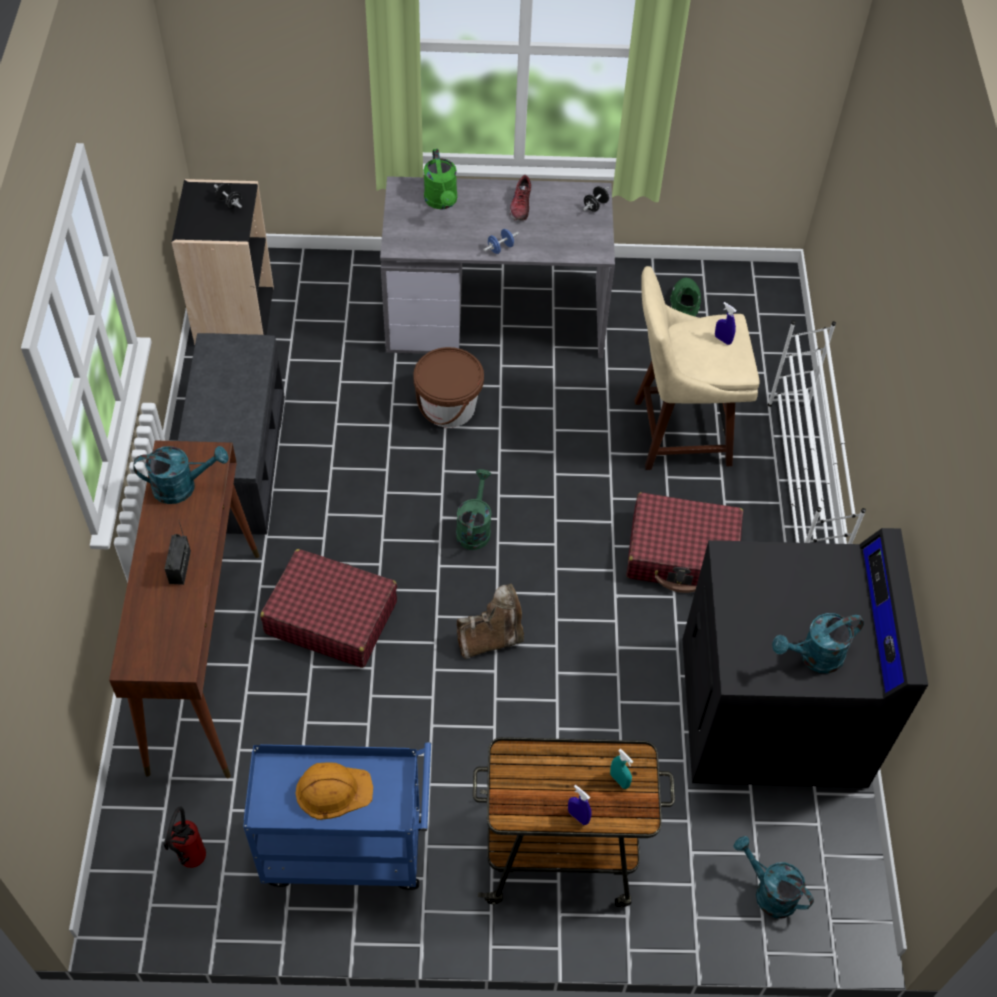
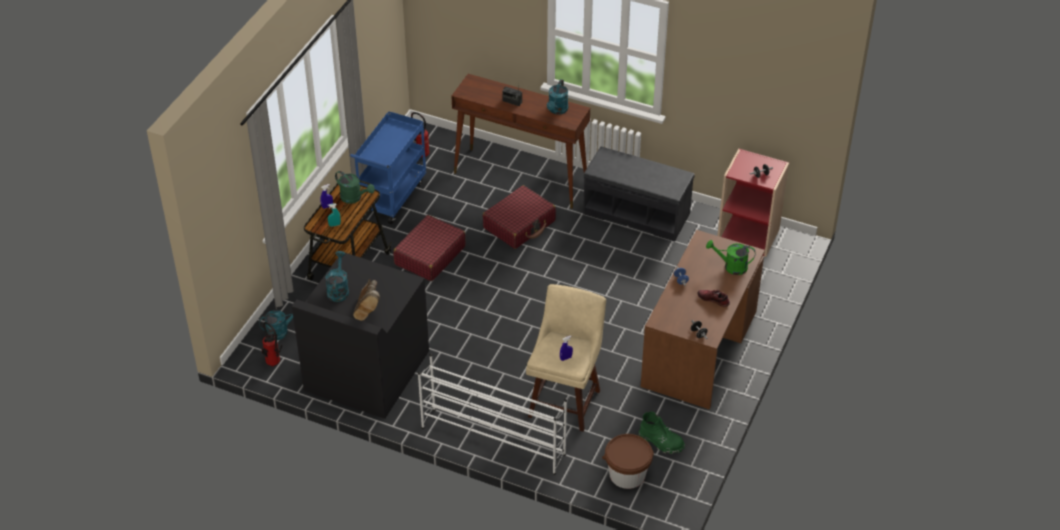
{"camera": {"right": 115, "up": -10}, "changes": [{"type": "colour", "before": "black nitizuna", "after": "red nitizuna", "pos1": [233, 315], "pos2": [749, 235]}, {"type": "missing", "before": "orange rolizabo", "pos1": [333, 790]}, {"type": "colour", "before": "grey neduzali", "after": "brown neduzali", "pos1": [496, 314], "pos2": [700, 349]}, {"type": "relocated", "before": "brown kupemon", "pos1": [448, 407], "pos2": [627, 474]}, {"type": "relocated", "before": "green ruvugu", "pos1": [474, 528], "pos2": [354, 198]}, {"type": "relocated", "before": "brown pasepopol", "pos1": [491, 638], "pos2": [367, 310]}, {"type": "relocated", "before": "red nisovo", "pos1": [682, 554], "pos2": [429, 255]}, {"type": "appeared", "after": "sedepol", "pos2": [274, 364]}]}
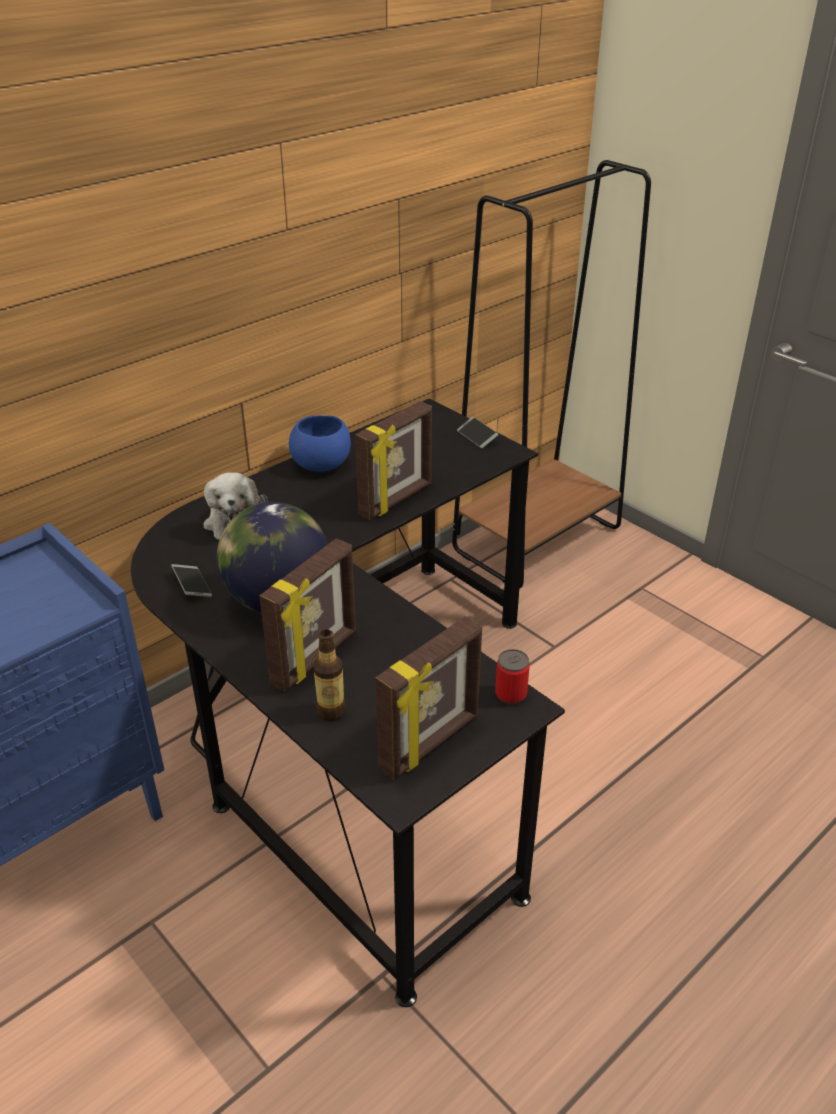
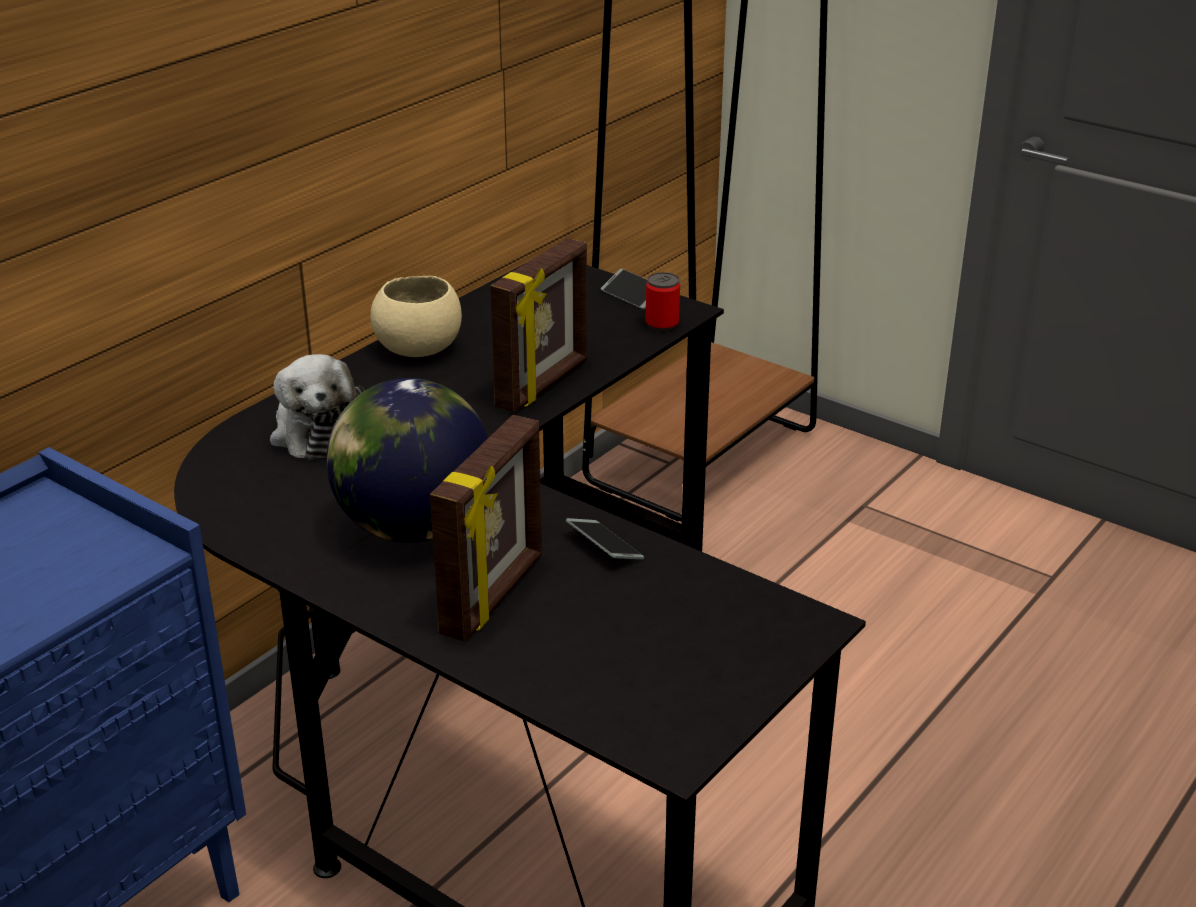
{"camera": {"right": -10, "up": -5}, "changes": [{"type": "relocated", "before": "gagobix", "pos1": [192, 585], "pos2": [604, 546]}, {"type": "colour", "before": "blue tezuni", "after": "beige tezuni", "pos1": [322, 464], "pos2": [420, 348]}, {"type": "missing", "before": "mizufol", "pos1": [331, 711]}, {"type": "missing", "before": "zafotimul", "pos1": [431, 744]}, {"type": "relocated", "before": "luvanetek", "pos1": [510, 694], "pos2": [662, 324]}]}
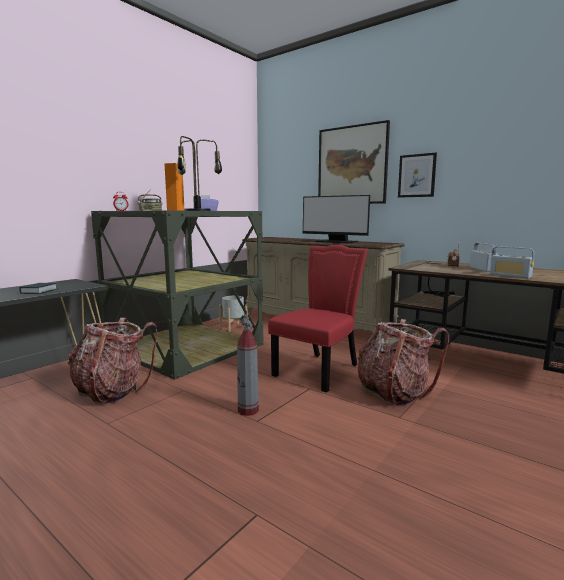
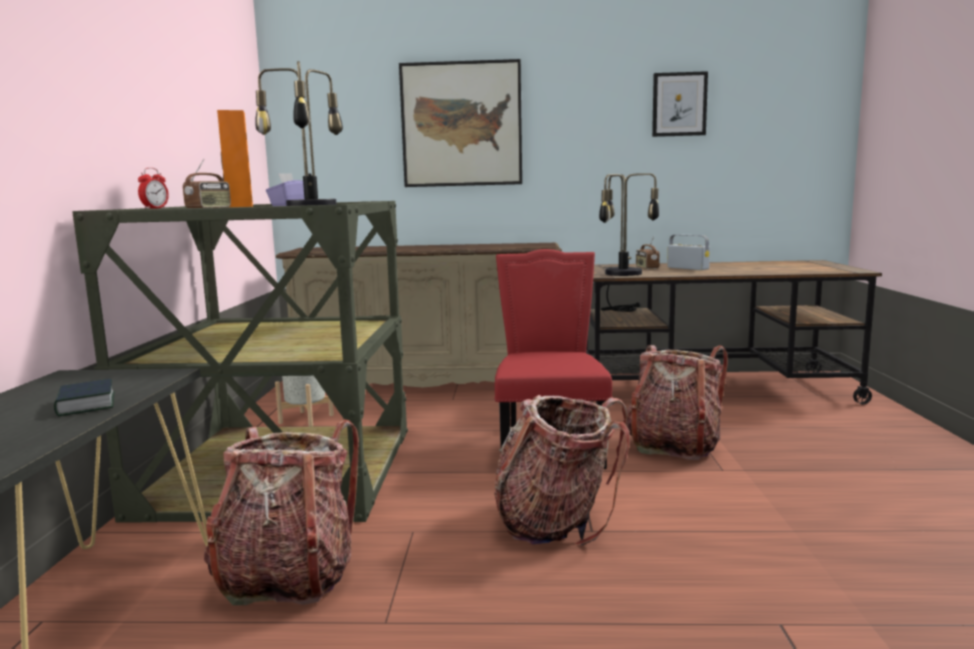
{"camera": {"right": -35, "up": 0}, "changes": [{"type": "exchanged", "before": "sedepol", "after": "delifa", "pos1": [248, 410], "pos2": [557, 523]}, {"type": "missing", "before": "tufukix", "pos1": [336, 242]}, {"type": "relocated", "before": "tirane", "pos1": [417, 175], "pos2": [679, 104]}, {"type": "missing", "before": "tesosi", "pos1": [510, 276]}, {"type": "appeared", "after": "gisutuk", "pos2": [622, 273]}]}
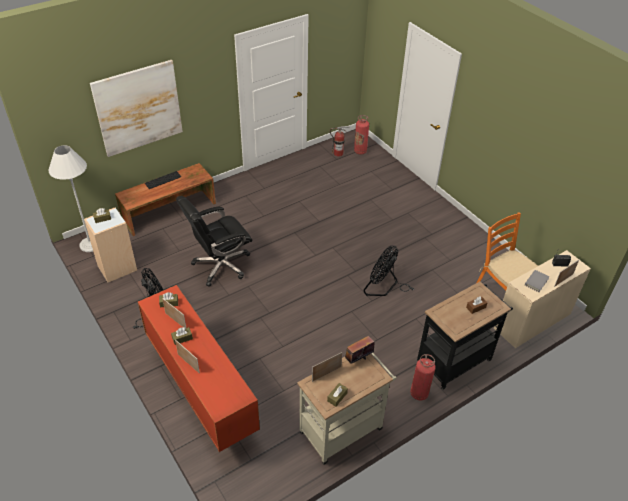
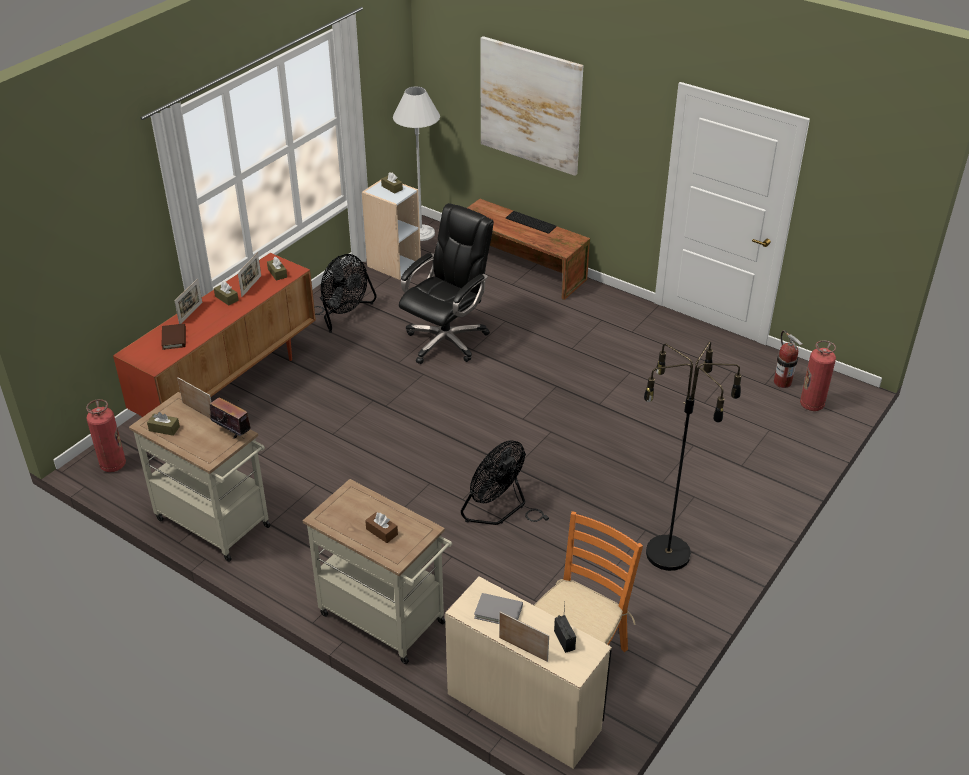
{"camera": {"right": 70, "up": -5}, "changes": [{"type": "spun", "before": "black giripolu", "pos1": [221, 266], "pos2": [447, 340], "turn": 90}, {"type": "spun", "before": "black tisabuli", "pos1": [386, 285], "pos2": [505, 508], "turn": -60}, {"type": "relocated", "before": "sedepol", "pos1": [419, 393], "pos2": [113, 465]}, {"type": "colour", "before": "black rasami", "after": "beige rasami", "pos1": [456, 361], "pos2": [385, 620]}, {"type": "appeared", "after": "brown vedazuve", "pos2": [174, 338]}, {"type": "appeared", "after": "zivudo", "pos2": [668, 553]}]}
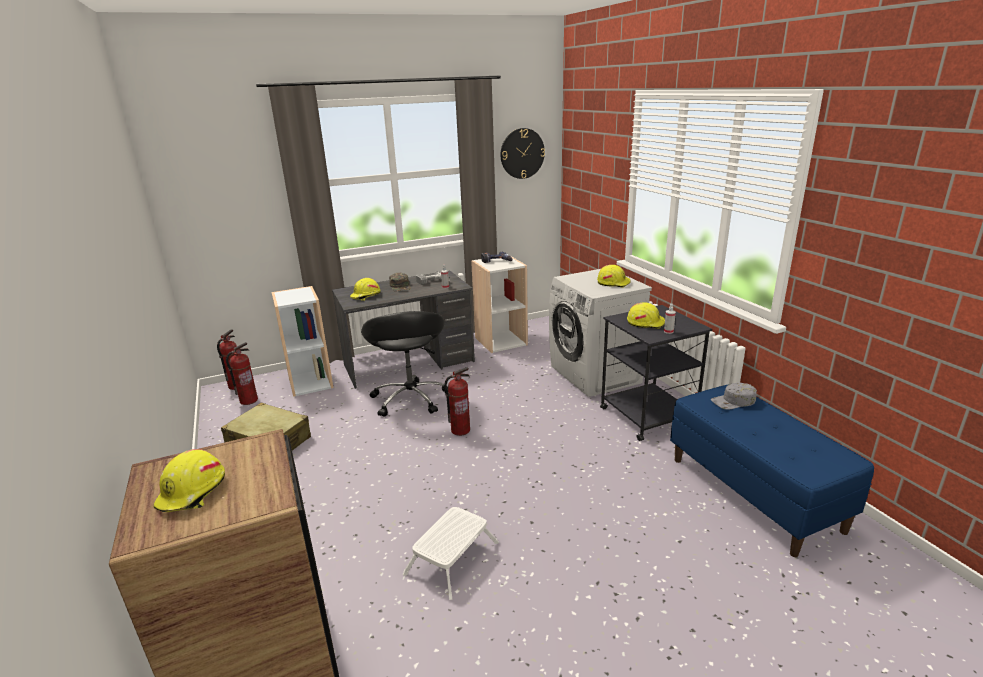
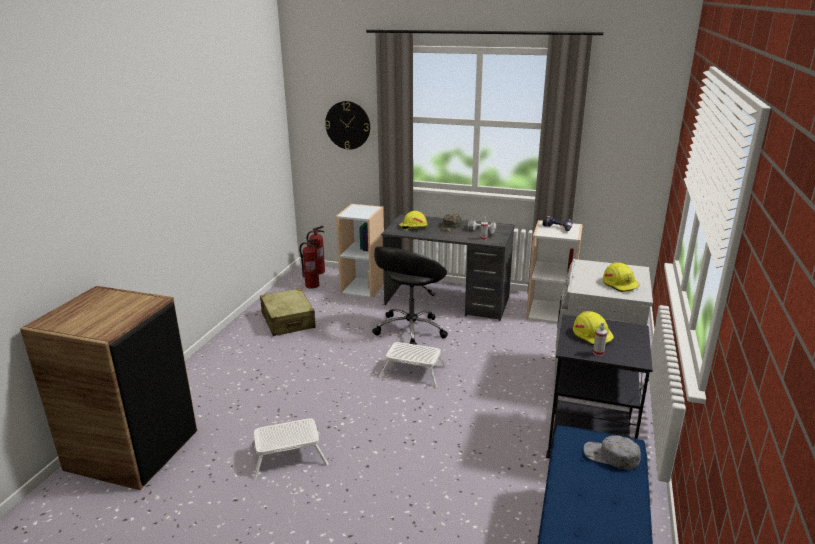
{"camera": {"right": 40, "up": 0}, "changes": [{"type": "missing", "before": "yellow rolizabo", "pos1": [193, 492]}, {"type": "exchanged", "before": "sedepol", "after": "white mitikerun", "pos1": [460, 430], "pos2": [413, 371]}, {"type": "relocated", "before": "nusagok", "pos1": [522, 153], "pos2": [348, 125]}]}
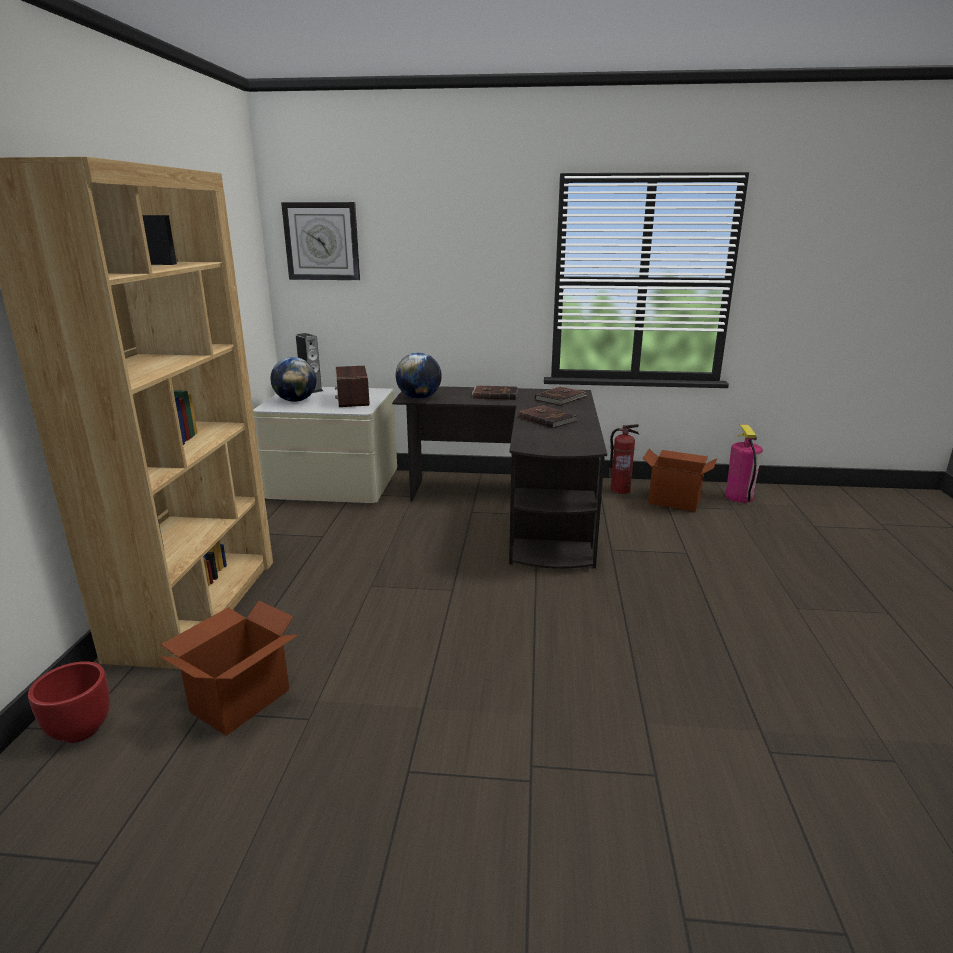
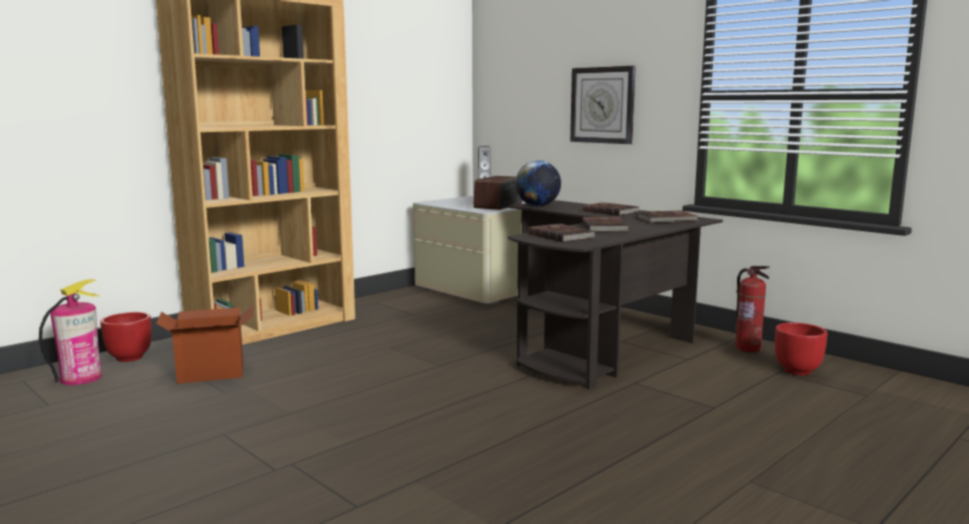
{"camera": {"right": 40, "up": -10}, "changes": [{"type": "missing", "before": "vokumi", "pos1": [295, 400]}, {"type": "relocated", "before": "nusagok", "pos1": [322, 241], "pos2": [602, 105]}, {"type": "exchanged", "before": "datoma", "after": "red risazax", "pos1": [674, 501], "pos2": [797, 371]}, {"type": "relocated", "before": "sedepol", "pos1": [738, 497], "pos2": [81, 378]}, {"type": "appeared", "after": "brown vedazuve", "pos2": [561, 236]}]}
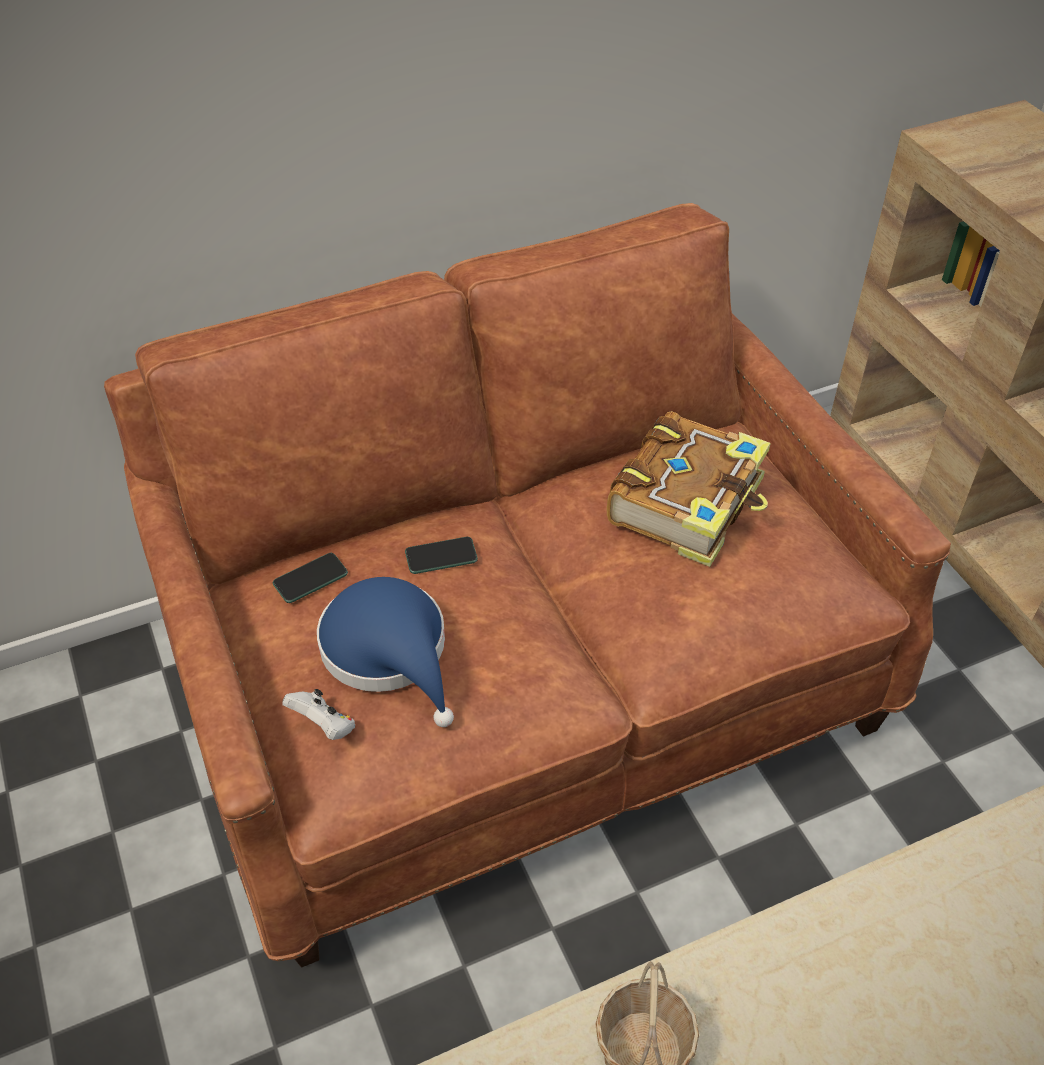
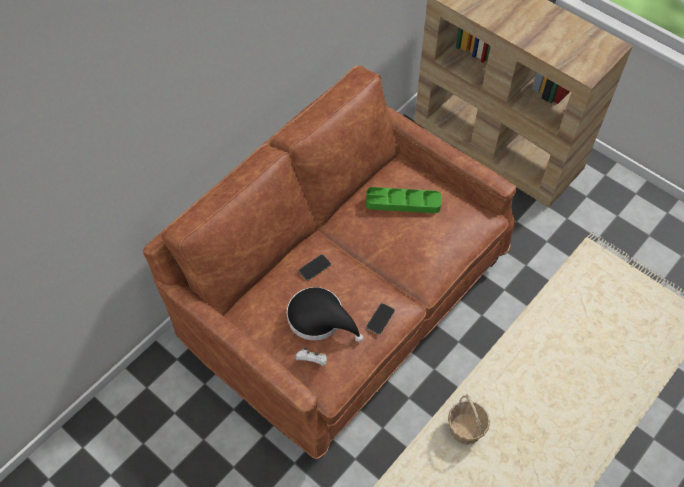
{"camera": {"right": -25, "up": 10}, "changes": [{"type": "relocated", "before": "gagobix", "pos1": [310, 579], "pos2": [380, 319]}, {"type": "colour", "before": "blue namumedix", "after": "black namumedix", "pos1": [390, 651], "pos2": [320, 319]}, {"type": "exchanged", "before": "vedazuve", "after": "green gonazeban", "pos1": [688, 502], "pos2": [403, 203]}]}
